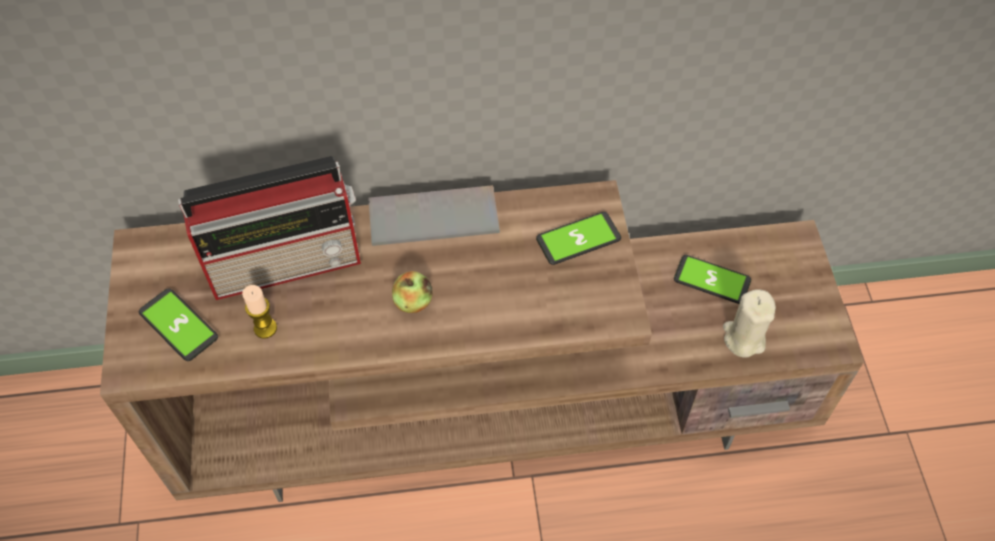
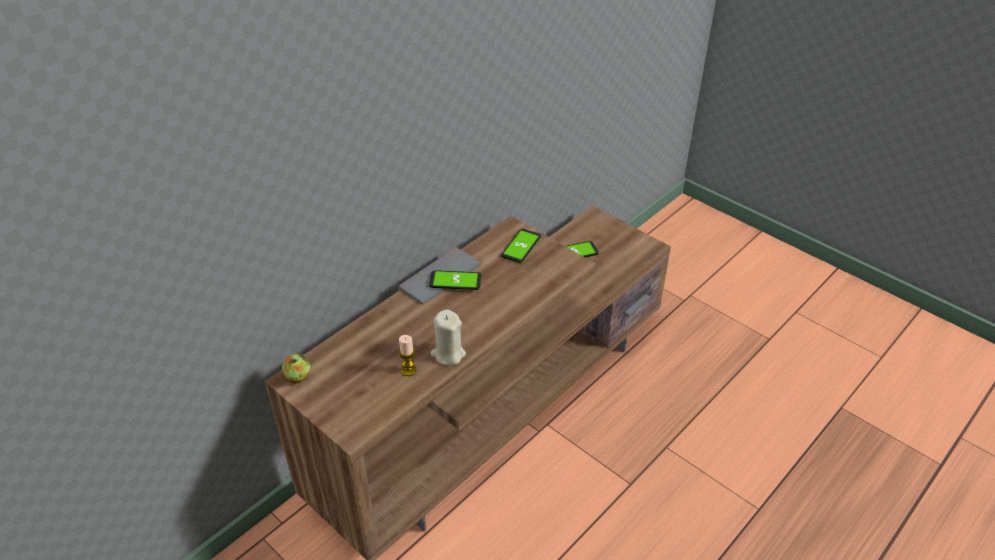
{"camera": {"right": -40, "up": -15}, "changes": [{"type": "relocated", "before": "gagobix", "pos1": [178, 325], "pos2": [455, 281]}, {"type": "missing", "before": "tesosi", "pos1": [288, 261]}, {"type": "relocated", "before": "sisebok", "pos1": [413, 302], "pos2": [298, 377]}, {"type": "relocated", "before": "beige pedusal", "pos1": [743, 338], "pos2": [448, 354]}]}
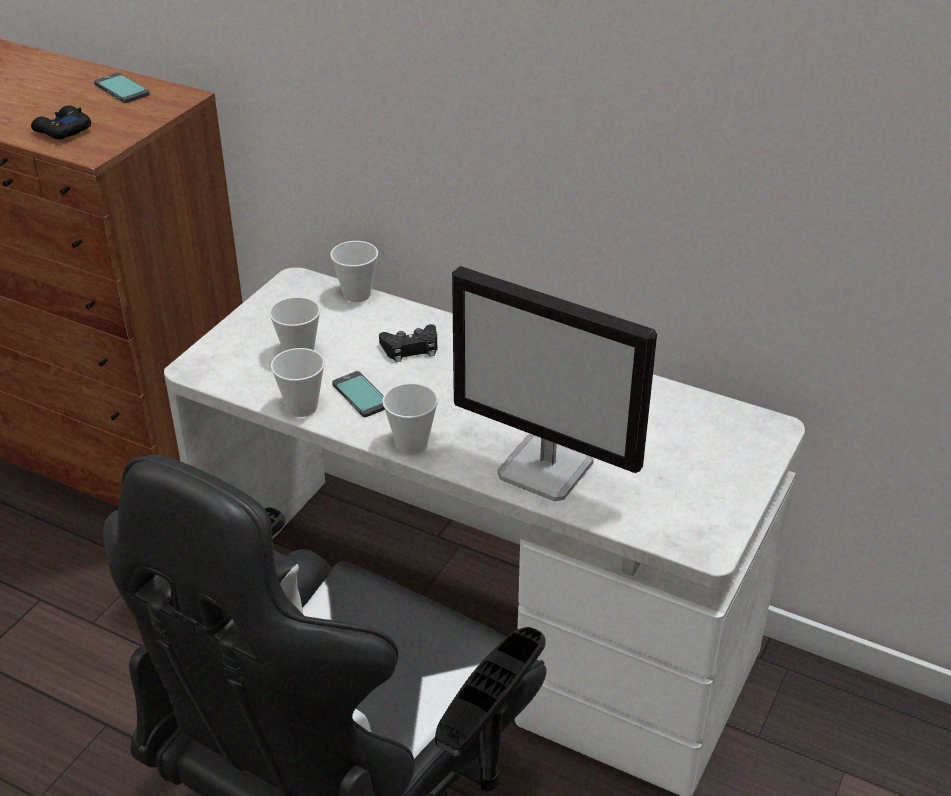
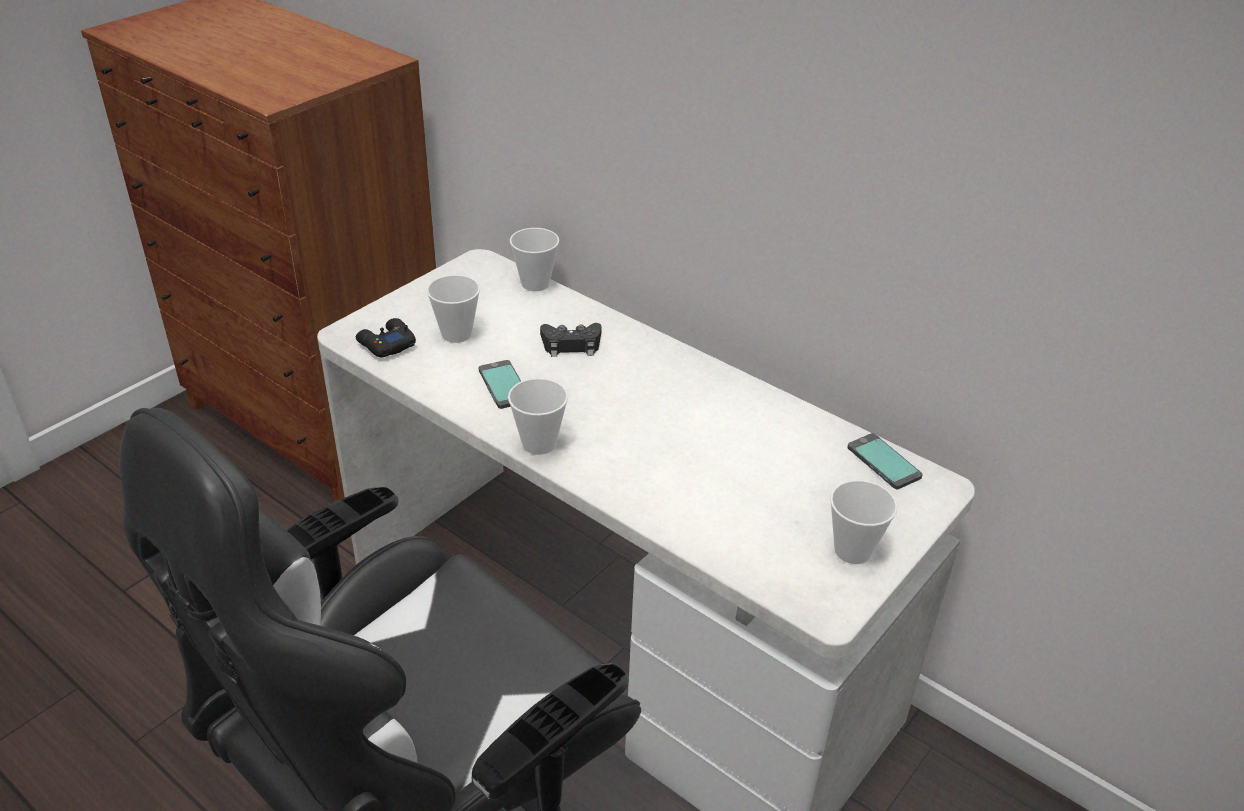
{"camera": {"right": 10, "up": 0}, "changes": [{"type": "relocated", "before": "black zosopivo", "pos1": [62, 130], "pos2": [386, 344]}, {"type": "relocated", "before": "gagobix", "pos1": [121, 89], "pos2": [883, 462]}, {"type": "relocated", "before": "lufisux", "pos1": [302, 407], "pos2": [853, 550]}, {"type": "missing", "before": "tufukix", "pos1": [547, 469]}]}
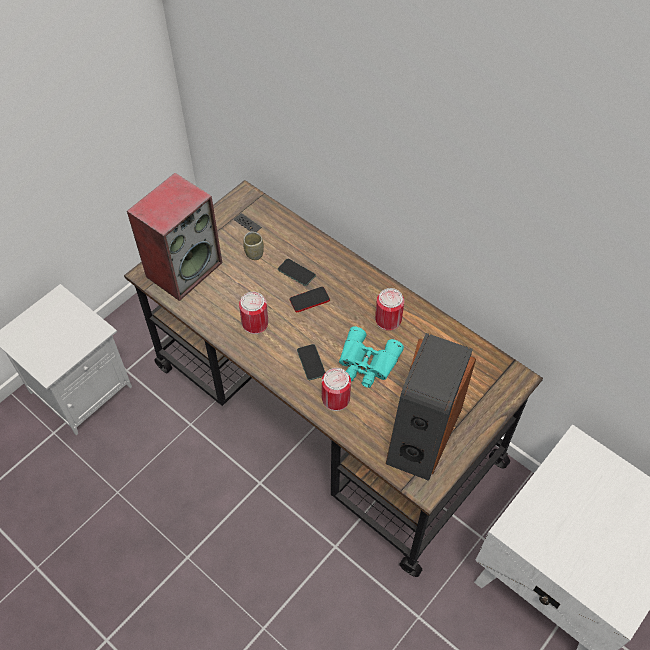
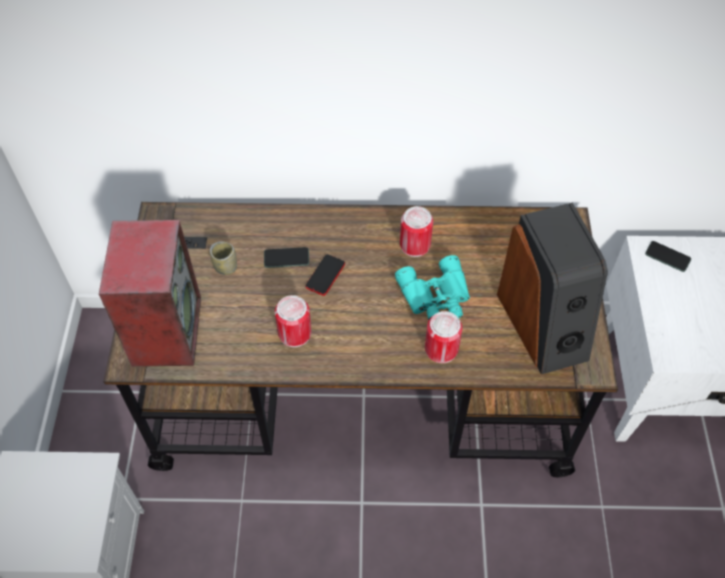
{"camera": {"right": -40, "up": 0}, "changes": [{"type": "relocated", "before": "gagobix", "pos1": [311, 362], "pos2": [667, 257]}]}
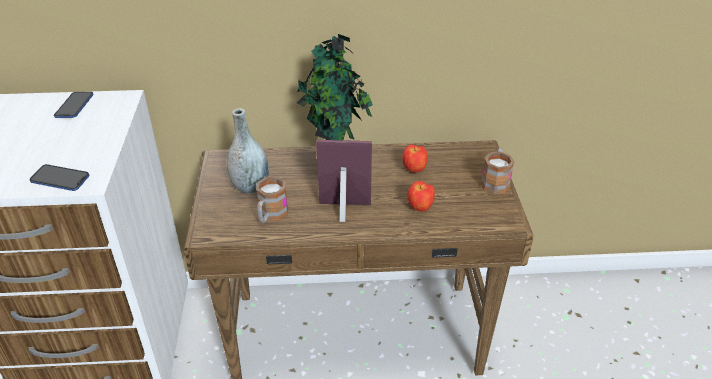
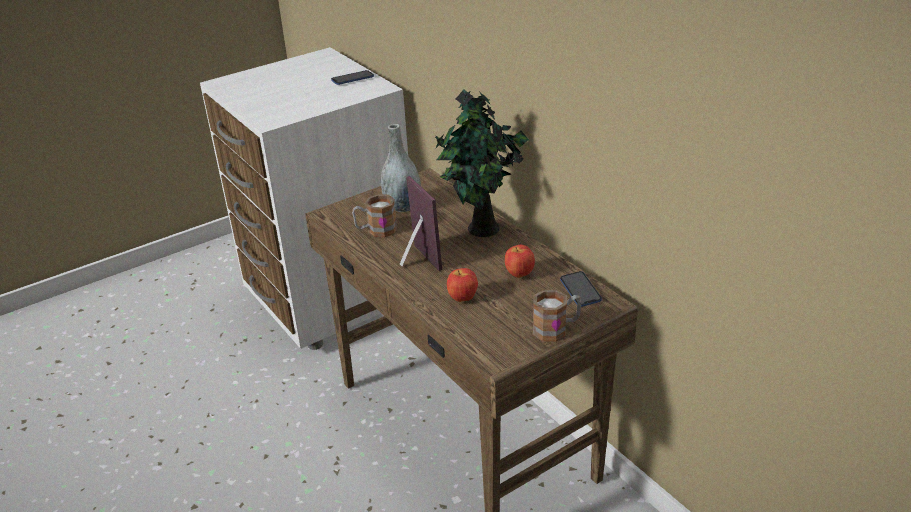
{"camera": {"right": 60, "up": -5}, "changes": [{"type": "relocated", "before": "gagobix", "pos1": [60, 179], "pos2": [580, 290]}]}
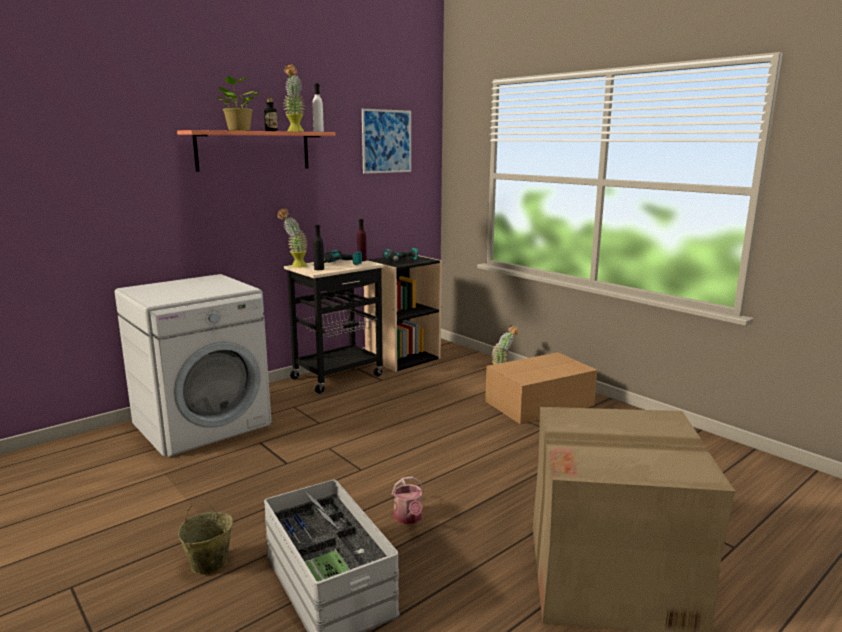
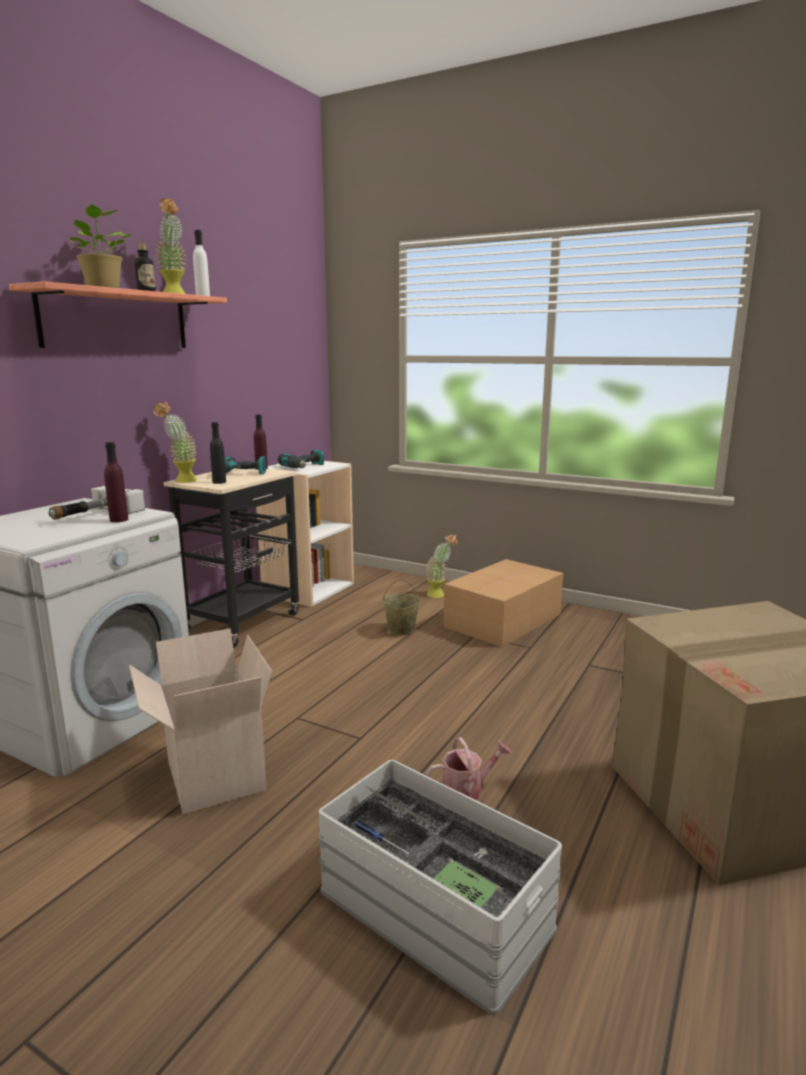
{"camera": {"right": -20, "up": 0}, "changes": [{"type": "relocated", "before": "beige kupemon", "pos1": [208, 564], "pos2": [400, 630]}, {"type": "missing", "before": "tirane", "pos1": [387, 141]}, {"type": "colour", "before": "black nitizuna", "after": "white nitizuna", "pos1": [403, 358], "pos2": [308, 589]}, {"type": "spun", "before": "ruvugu", "pos1": [409, 518], "pos2": [467, 789], "turn": -75}, {"type": "appeared", "after": "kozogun", "pos2": [93, 515]}, {"type": "appeared", "after": "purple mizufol", "pos2": [119, 520]}, {"type": "appeared", "after": "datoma", "pos2": [211, 775]}]}
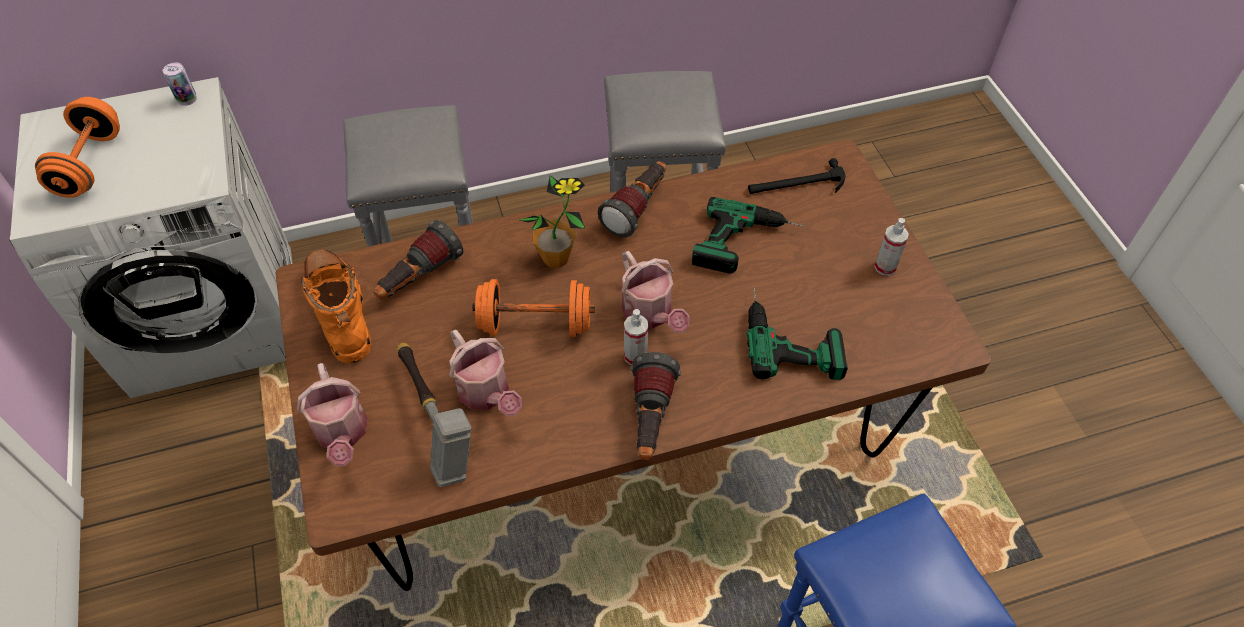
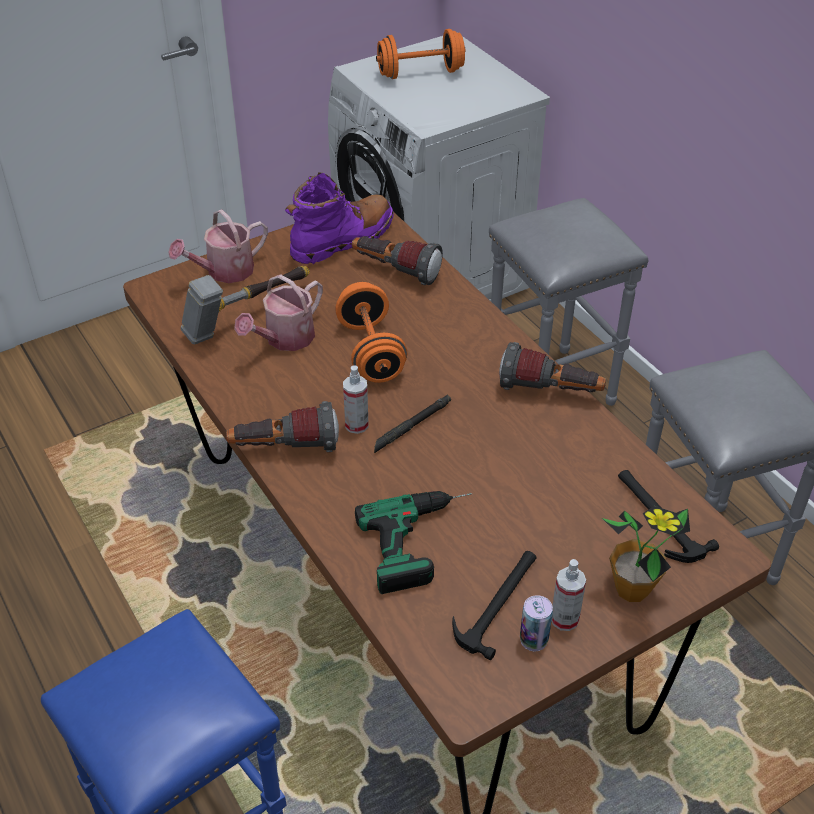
{"camera": {"right": 75, "up": -10}, "changes": [{"type": "relocated", "before": "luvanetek", "pos1": [187, 99], "pos2": [533, 640]}, {"type": "colour", "before": "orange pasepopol", "after": "purple pasepopol", "pos1": [340, 312], "pos2": [343, 239]}, {"type": "relocated", "before": "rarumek", "pos1": [556, 258], "pos2": [632, 589]}, {"type": "exchanged", "before": "ruvugu", "after": "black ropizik", "pos1": [650, 314], "pos2": [411, 426]}, {"type": "missing", "before": "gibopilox", "pos1": [748, 244]}, {"type": "appeared", "after": "kozogun", "pos2": [498, 602]}]}
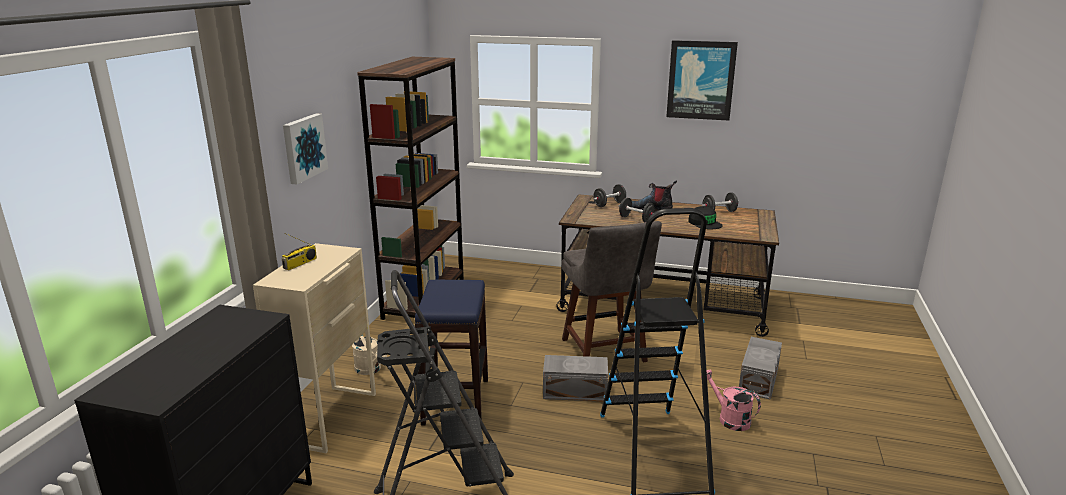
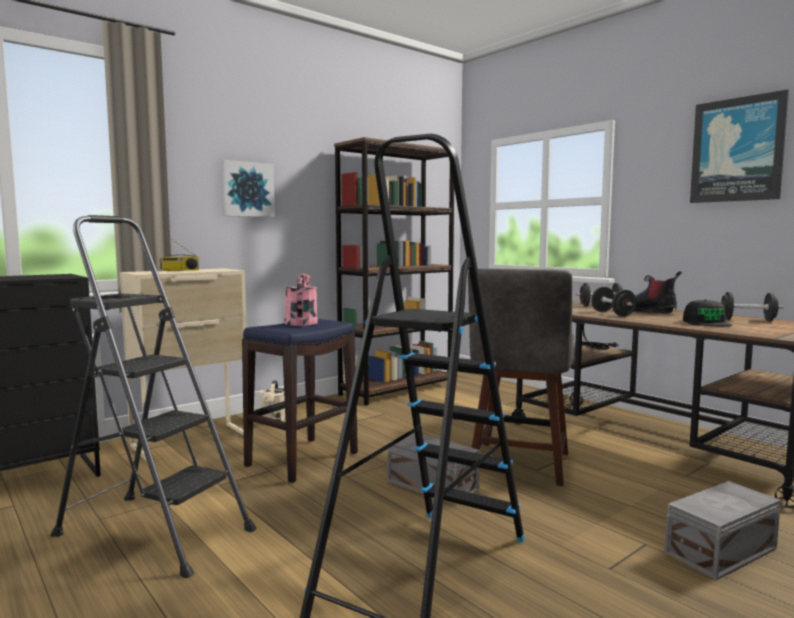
{"camera": {"right": 35, "up": -15}, "changes": [{"type": "relocated", "before": "pink ruvugu", "pos1": [729, 418], "pos2": [301, 322]}]}
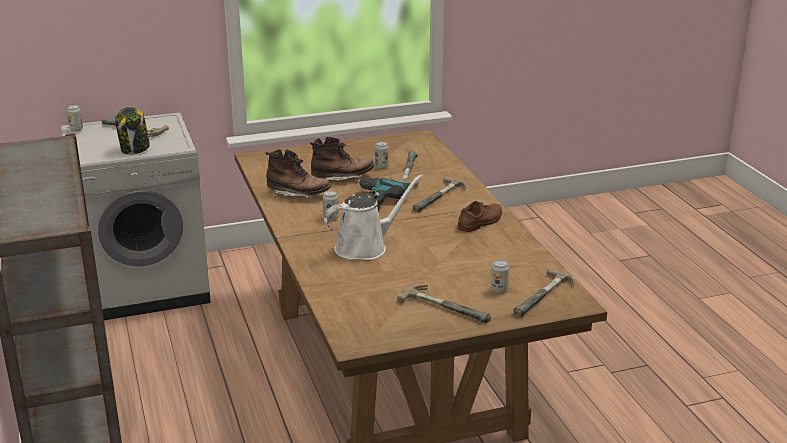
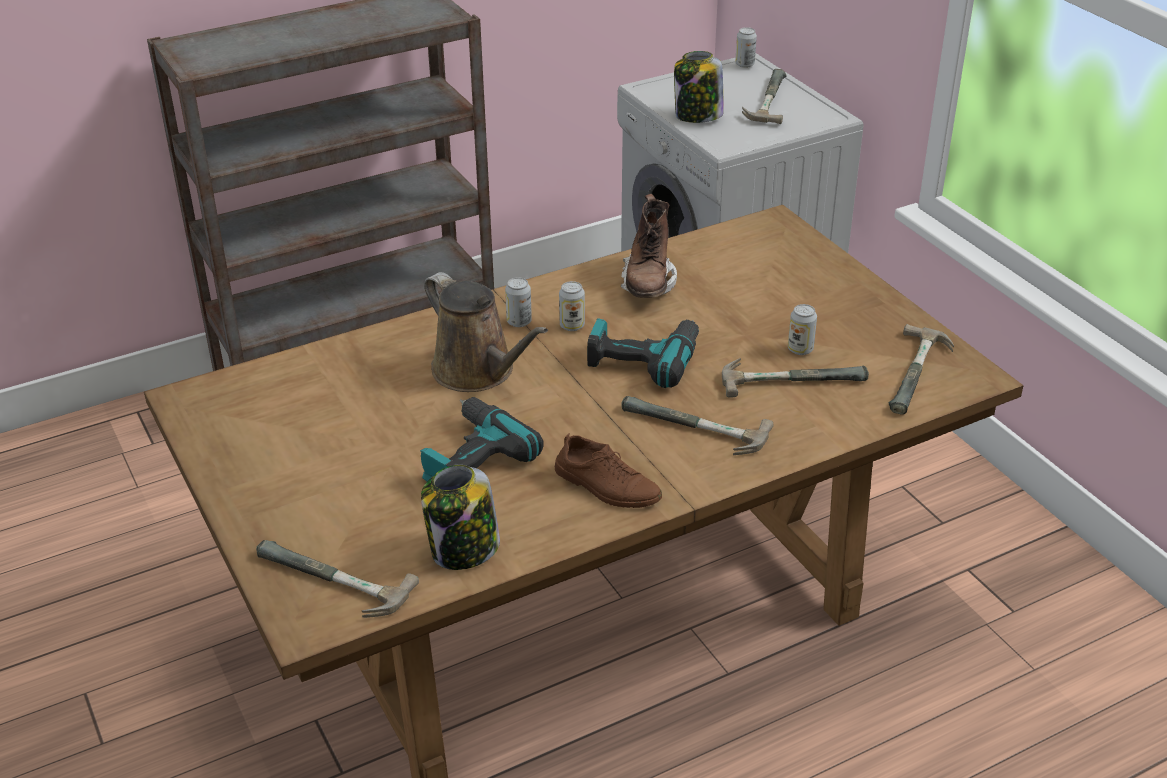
{"camera": {"right": 80, "up": 10}, "changes": [{"type": "missing", "before": "brown pasepopol", "pos1": [342, 178]}, {"type": "colour", "before": "white ruvugu", "after": "brown ruvugu", "pos1": [365, 247], "pos2": [478, 371]}, {"type": "relocated", "before": "kozogun", "pos1": [448, 305], "pos2": [921, 375]}, {"type": "relocated", "before": "luvanetek", "pos1": [499, 291], "pos2": [519, 322]}, {"type": "appeared", "after": "gibopilox", "pos2": [471, 458]}, {"type": "appeared", "after": "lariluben", "pos2": [464, 550]}]}
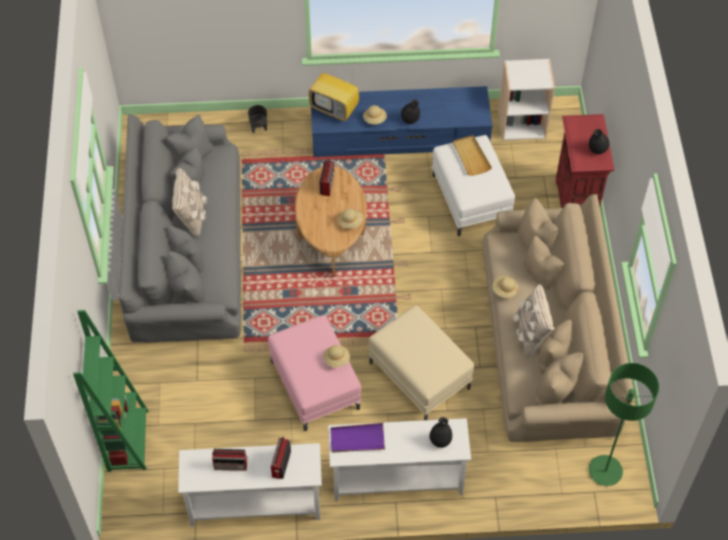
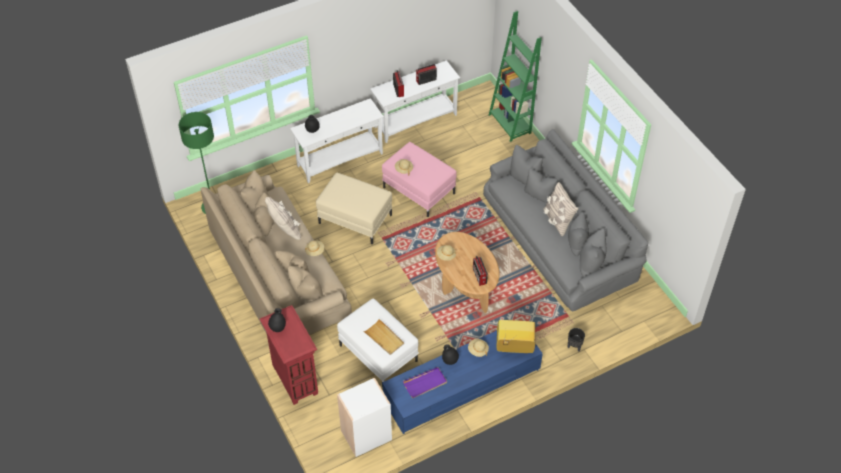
{"camera": {"right": 155, "up": -5}, "changes": [{"type": "relocated", "before": "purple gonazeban", "pos1": [357, 439], "pos2": [425, 383]}]}
